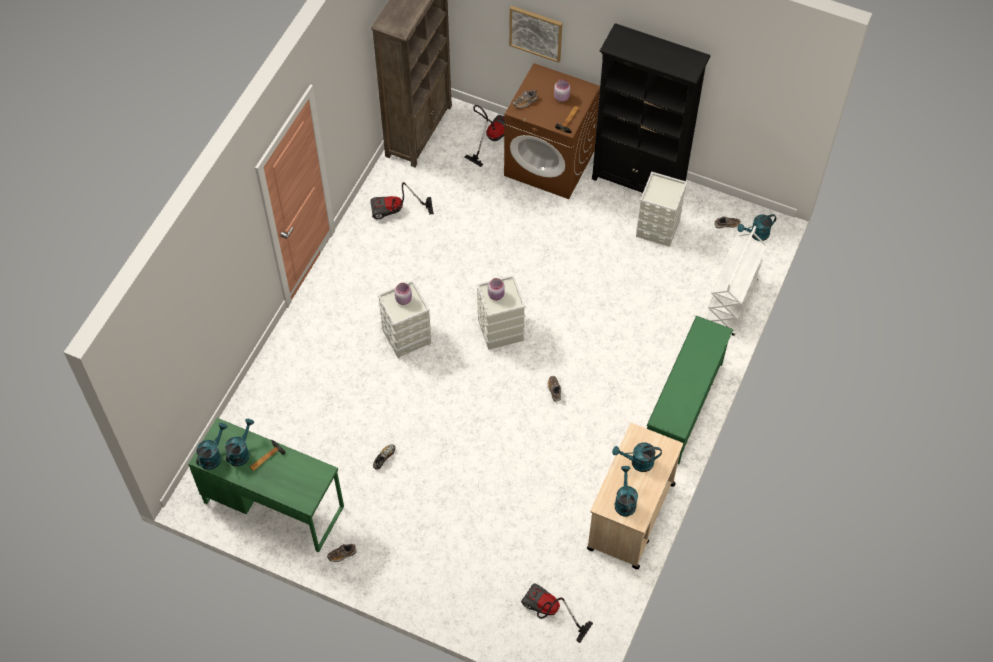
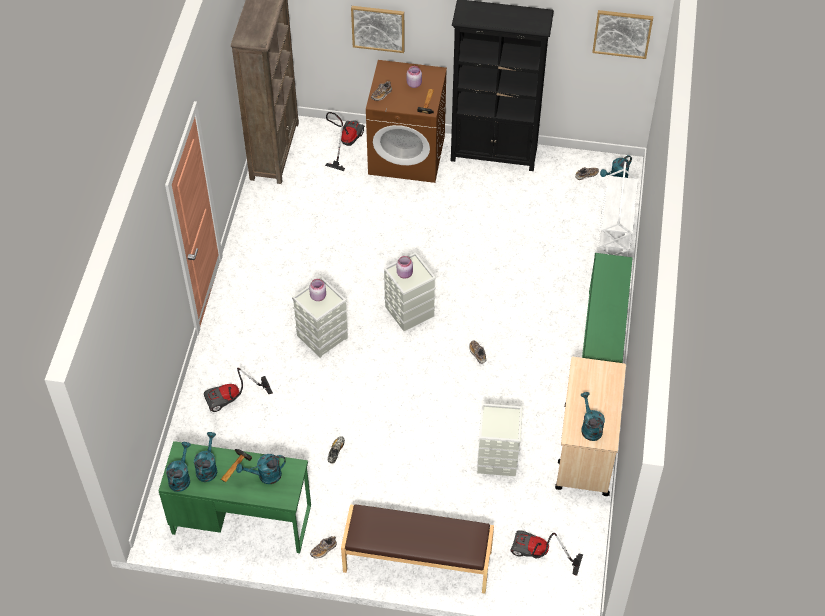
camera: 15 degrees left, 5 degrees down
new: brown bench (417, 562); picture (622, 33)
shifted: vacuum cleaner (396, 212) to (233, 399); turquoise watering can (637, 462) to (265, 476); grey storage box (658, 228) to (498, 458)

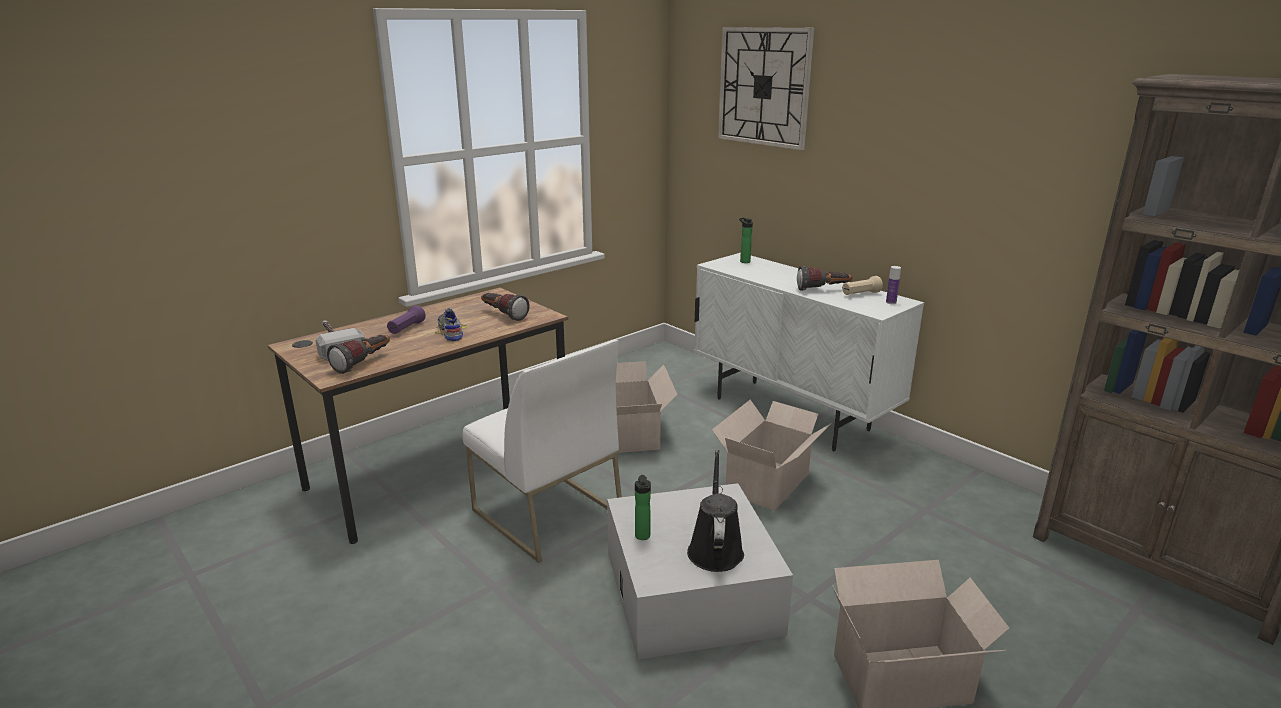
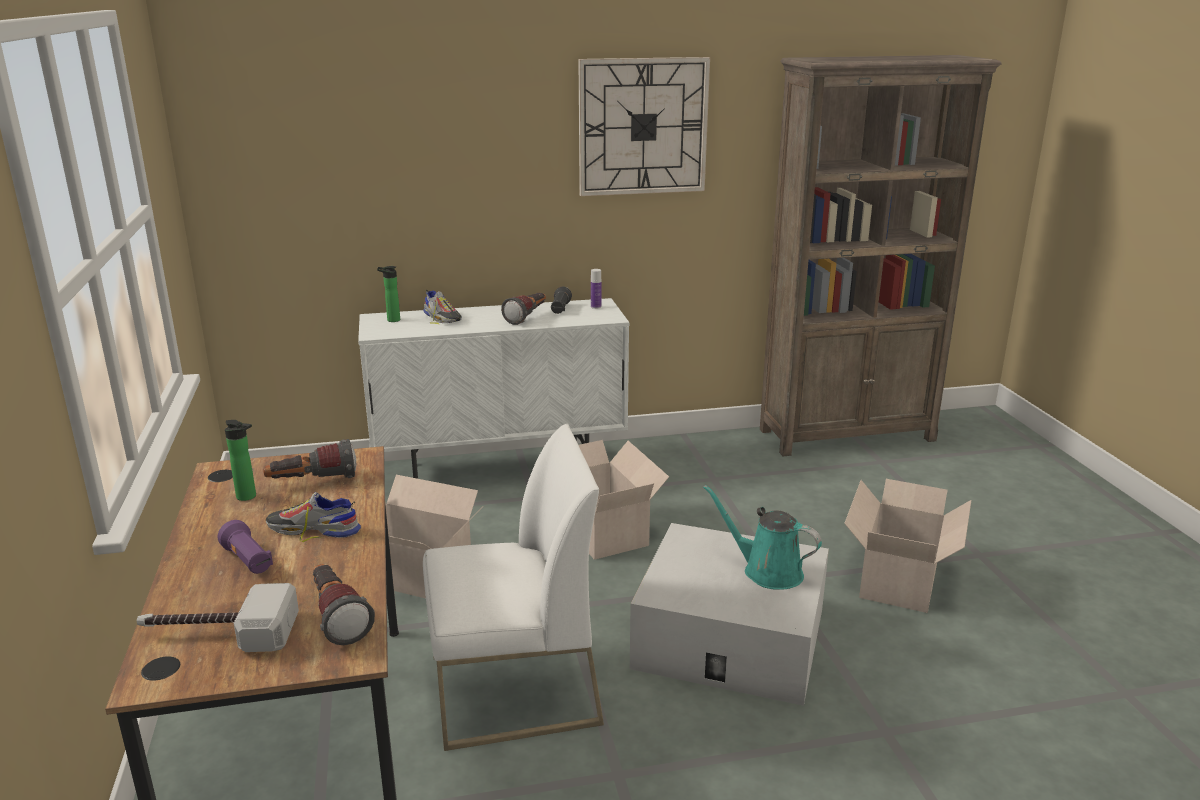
camera: 60 degrees left, 0 degrees up
new: shoe (442, 317)
shifted: bottle (642, 537) to (248, 497); wall clock (764, 87) to (643, 127)
repainted: black watering can (715, 549) to turquoise watering can (767, 571); beige flashlight (860, 294) to black flashlight (560, 309)

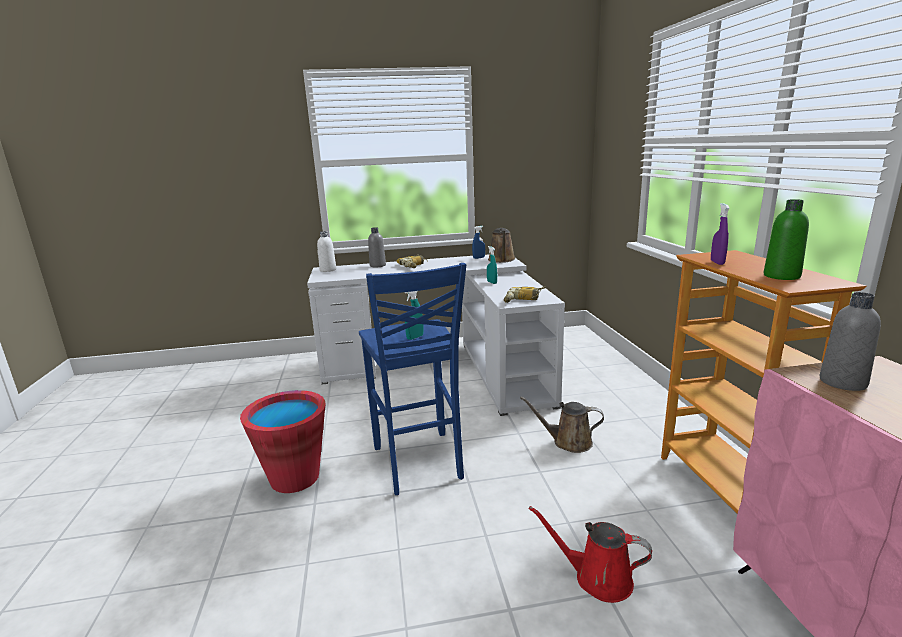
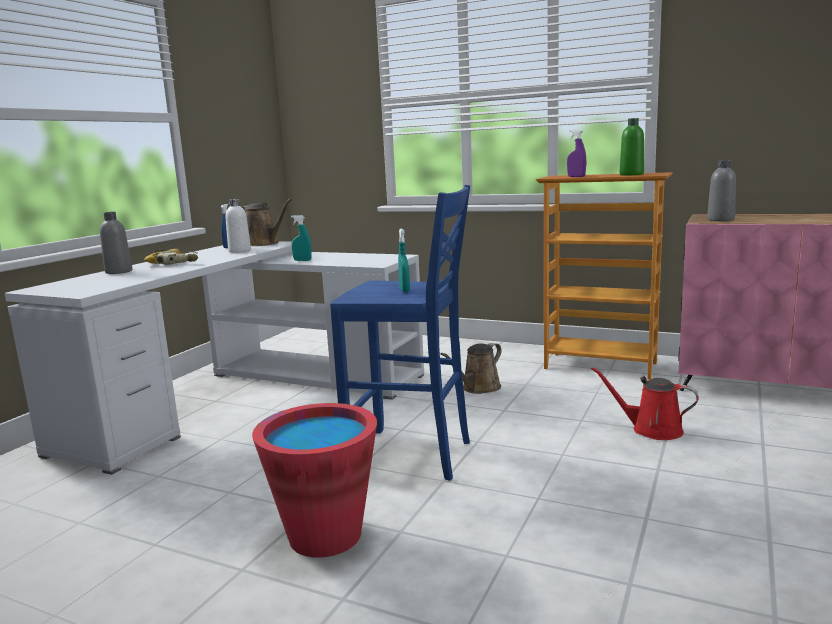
camera: 55 degrees left, 5 degrees down
gone: power drill (523, 299)
shifted: white bottle (328, 270) to (239, 251)
rotated: red watering can (597, 578) = (651, 430) 60 degrees clockwise

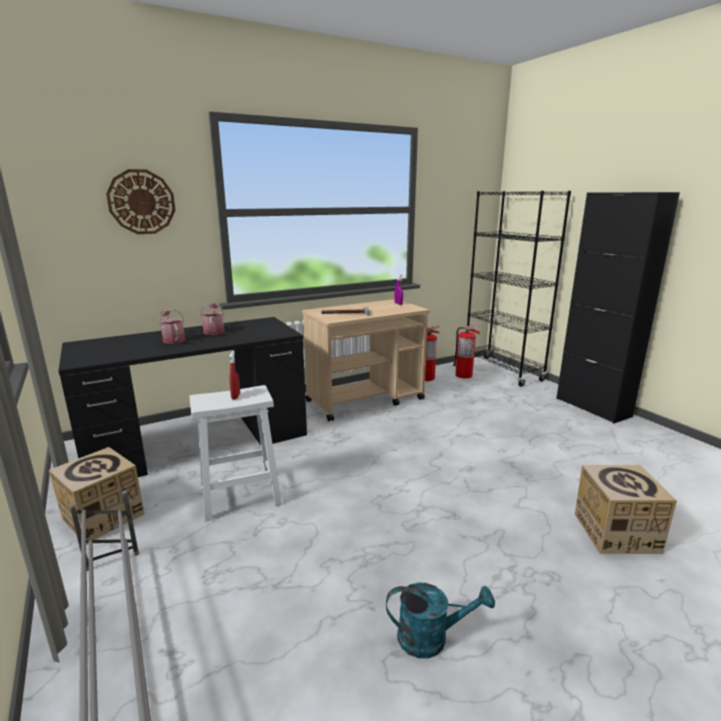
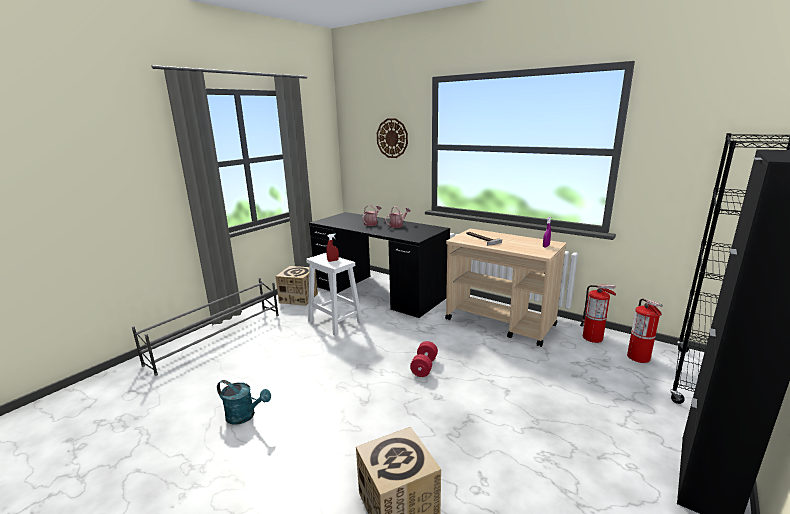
camera: 65 degrees right, 0 degrees up
new: red dumbbell (424, 367)
rotated: turquoise watering can (431, 637) = (245, 416) 45 degrees counterclockwise

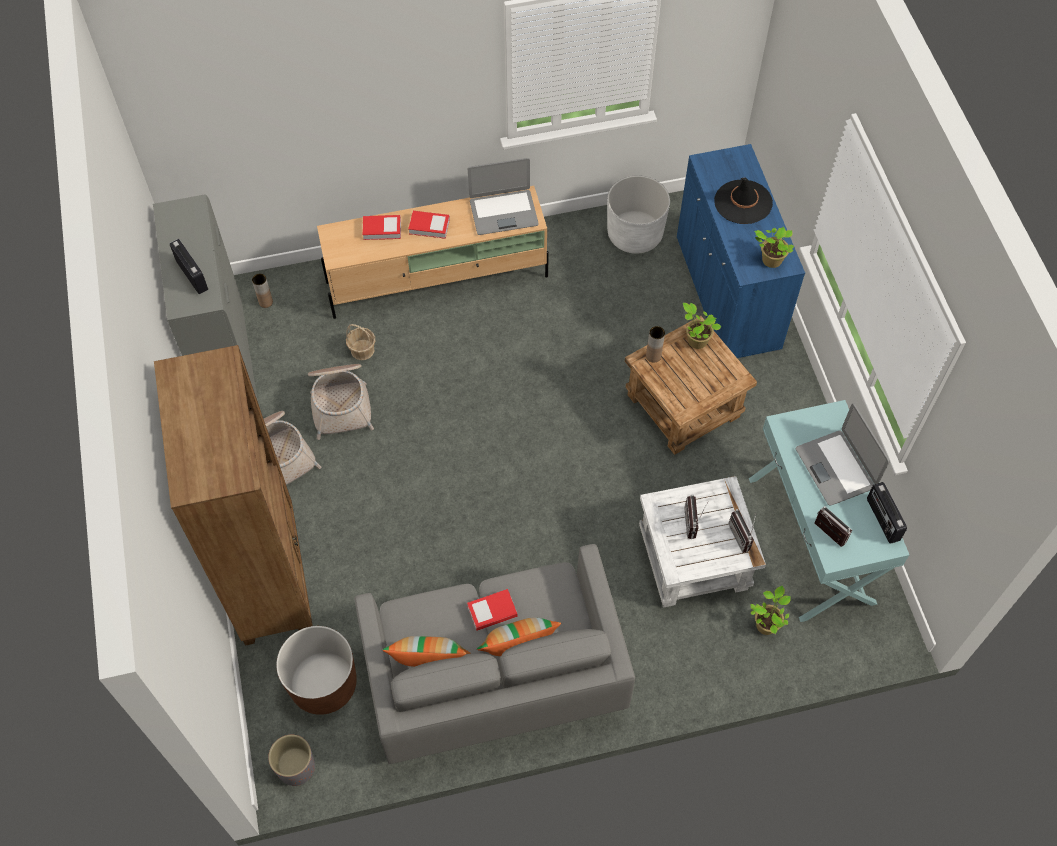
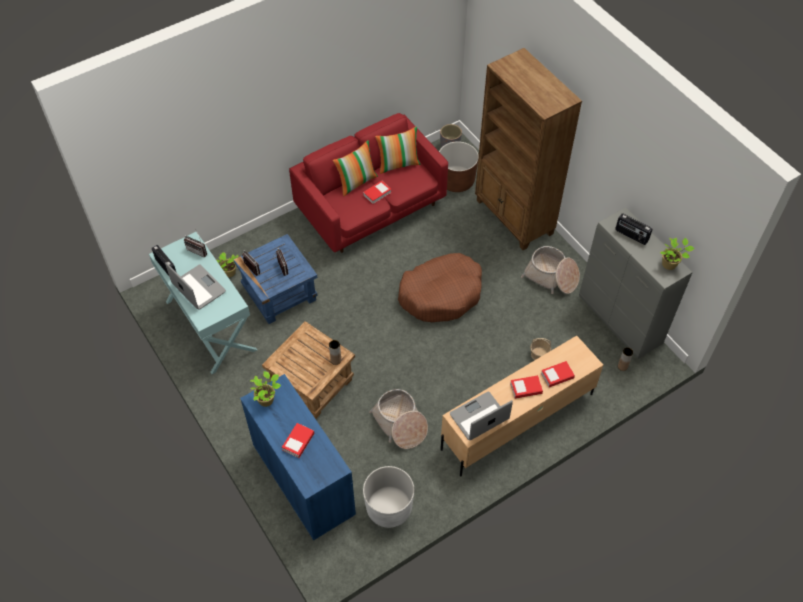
camera: 160 degrees right, 5 degrees down
new: brown dog bed (441, 294)
shifted: basket (341, 402) to (400, 424); potted plant (696, 340) to (670, 264)
swapped: black hat (743, 202) to book (298, 442)
repainted: grey sofa (493, 675) to red sofa (371, 208); white side table (695, 560) to blue side table (279, 293)

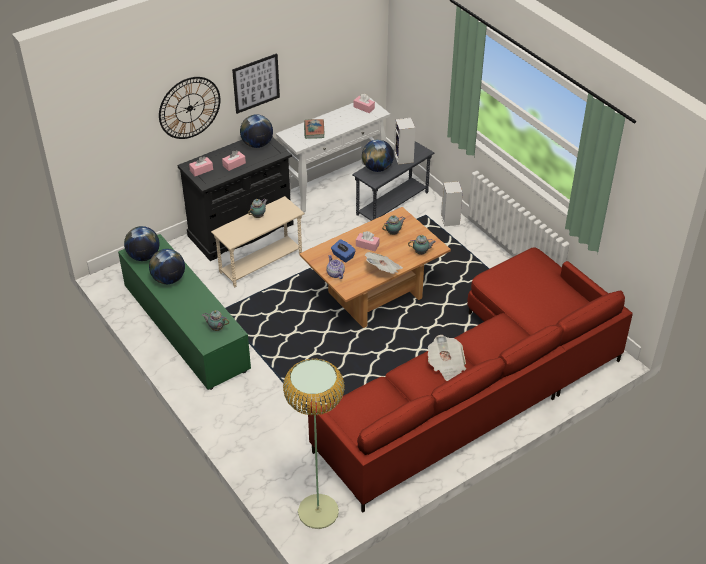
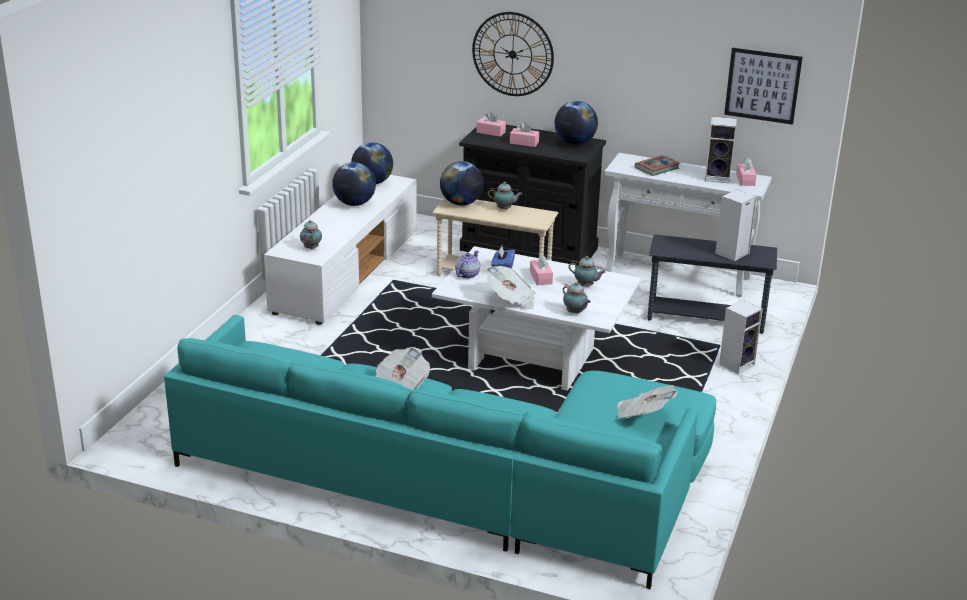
camera: 55 degrees right, 15 degrees down
gone: floor lamp (318, 512)
new: newspaper (643, 415); speaker (718, 177)
shifted: picture (256, 83) to (762, 85); globe (377, 168) to (461, 203)
repainted: green tv stand (184, 327) to white tv stand (346, 271); brown coffee table (374, 293) to white coffee table (534, 357); red sofa (477, 388) to turquoise sofa (458, 482)

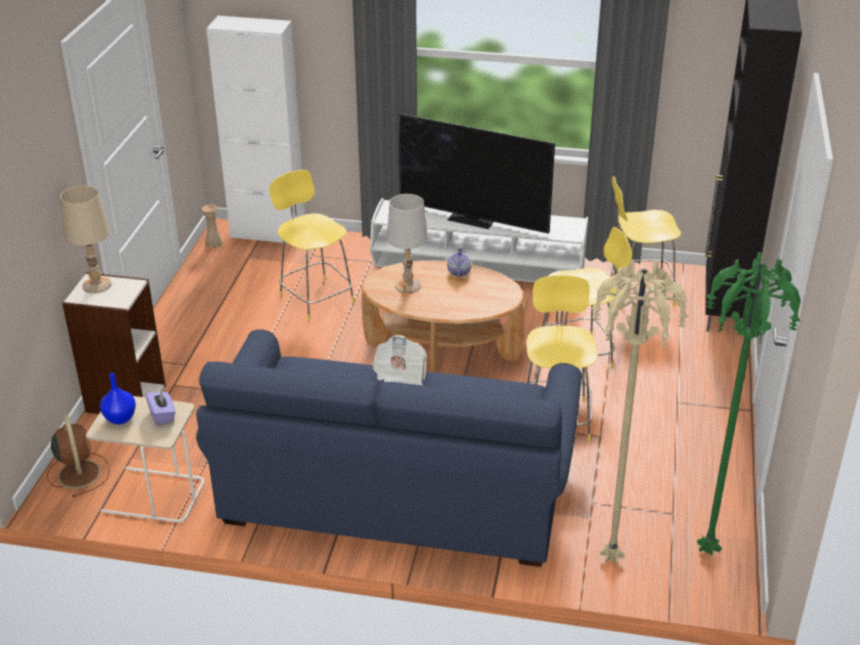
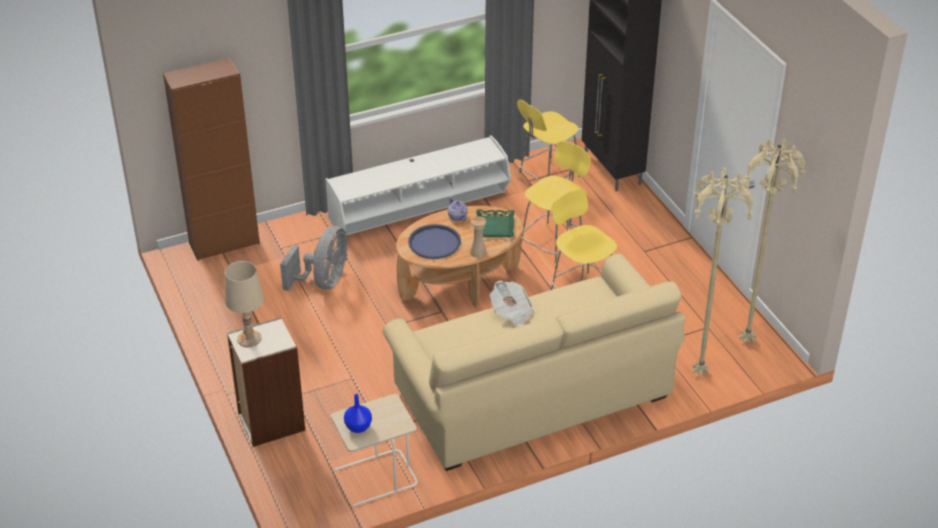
camera: 35 degrees left, 5 degrees up
gone: brown fan (79, 473); purple tissue box (162, 415); television (473, 219)
new: green tray (494, 227)
shifted: beige vase (213, 243) to (478, 252)
swapped: yellow stool (315, 298) to grey fan (323, 281); white table lamp (408, 286) to blue tray (434, 242)
repainted: blue sofa (395, 491) to beige sofa (531, 394); white cabinet (268, 233) to brown cabinet (224, 243); green floor lamp (710, 552) to beige floor lamp (748, 340)

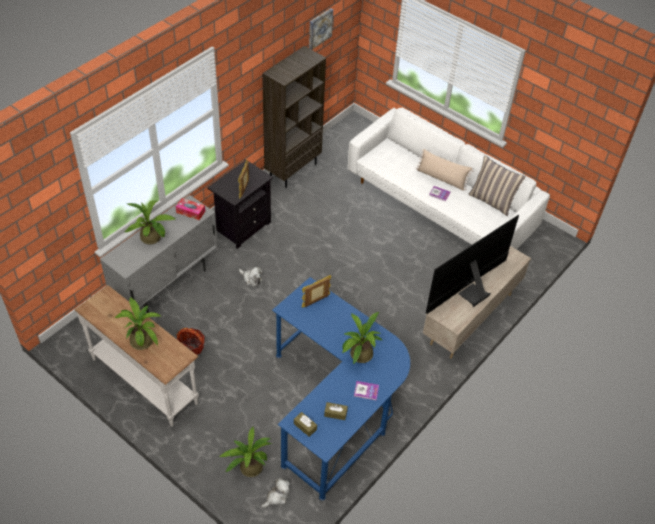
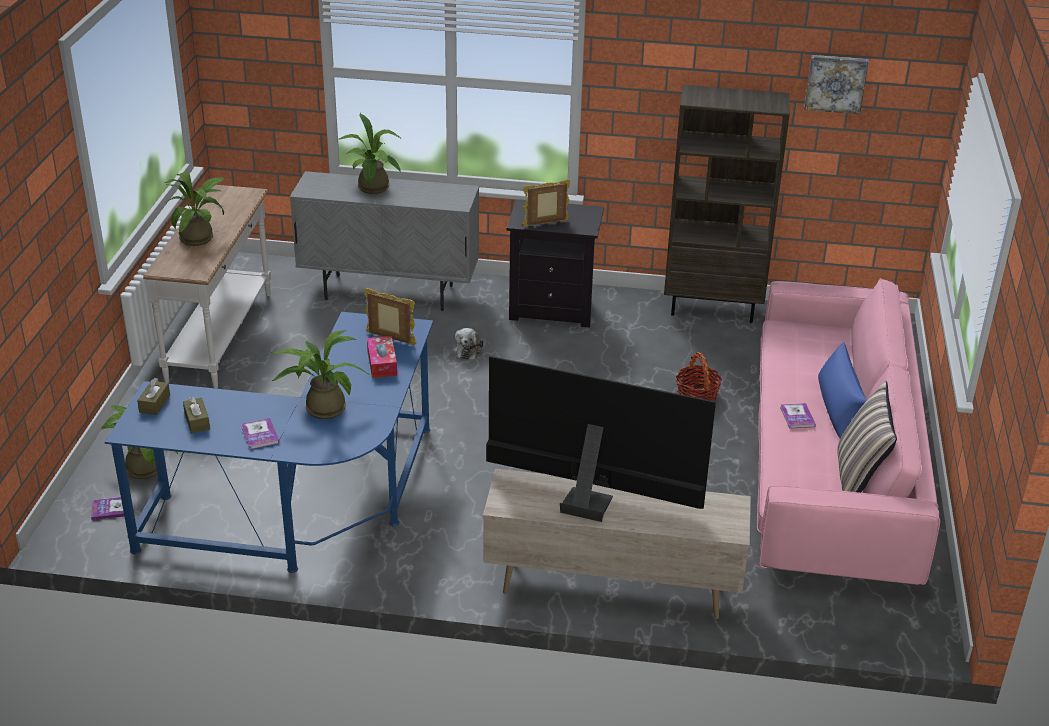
camera: 60 degrees right, 15 degrees down
shifted: tissue box (190, 212) to (382, 363); basket (191, 347) to (697, 395)
swapped: plush toy (277, 497) to book (110, 509)
repainted: white sofa (440, 204) to pink sofa (829, 468); beige pillow (441, 178) to blue pillow (837, 408)

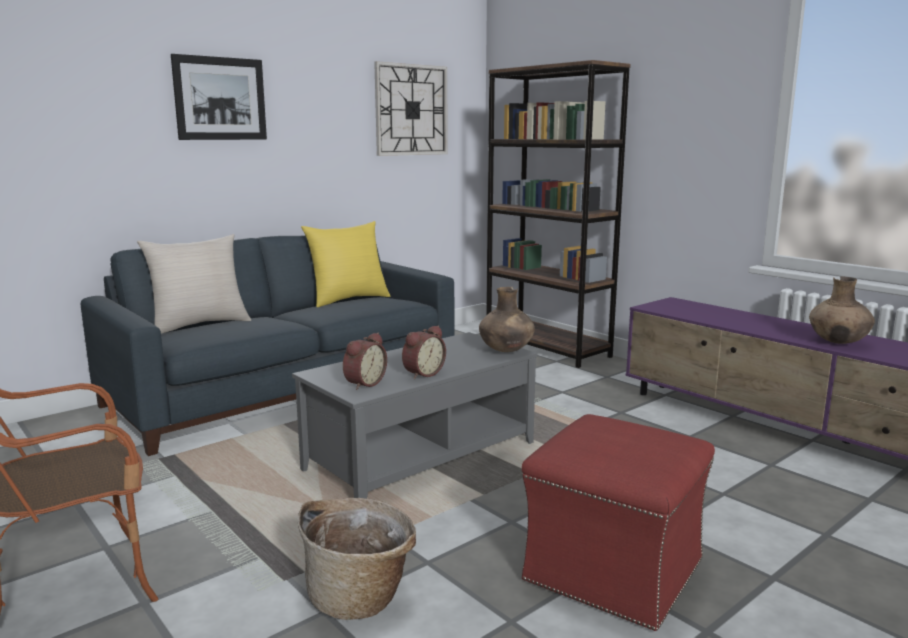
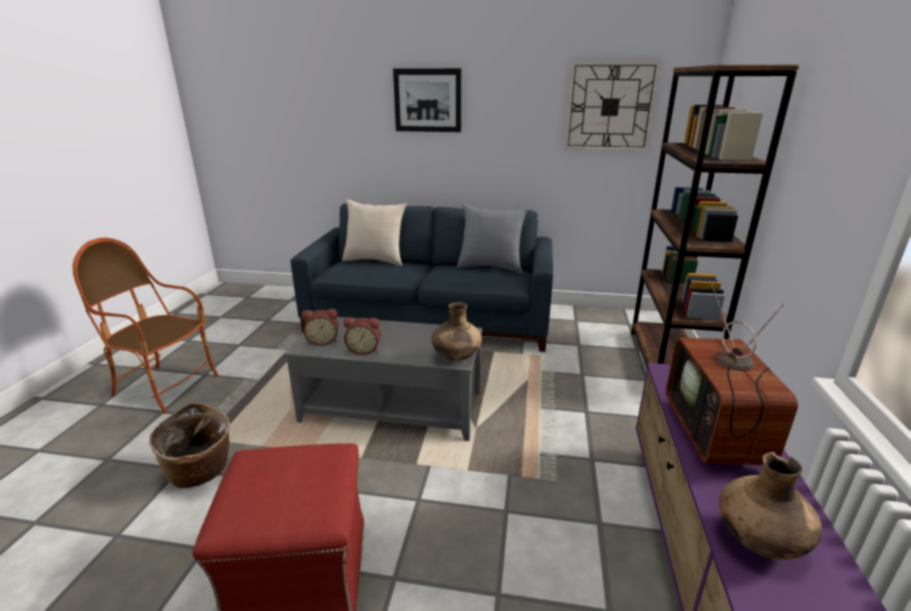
camera: 50 degrees right, 10 degrees up
new: television (720, 436)
repainted: yellow pillow (348, 299) to grey pillow (490, 267)

